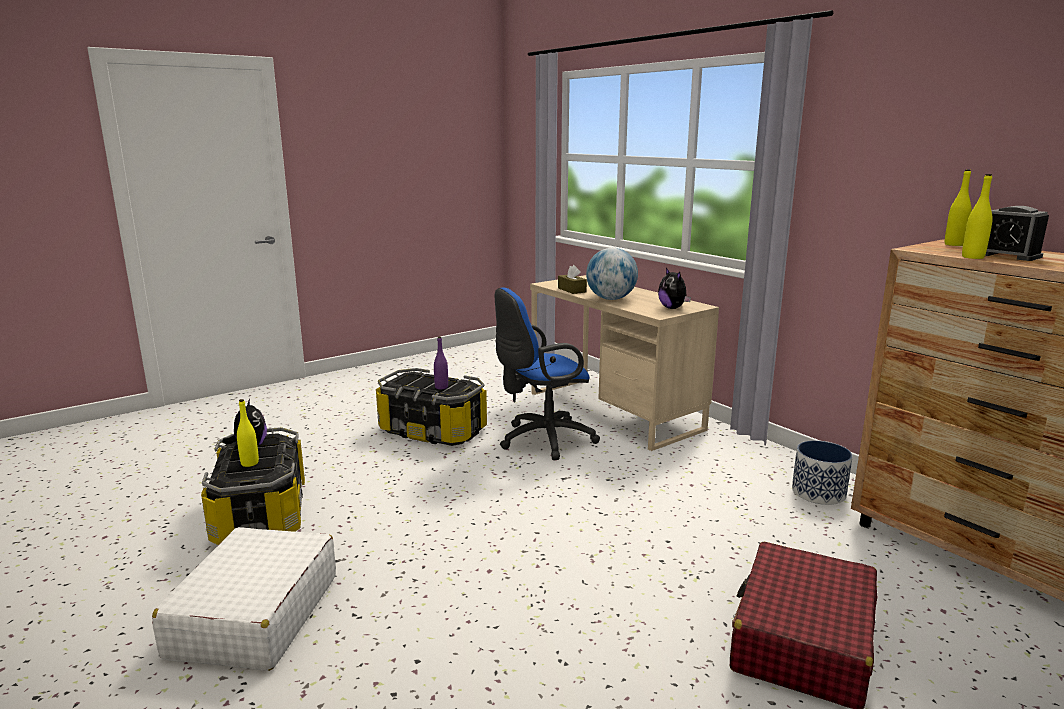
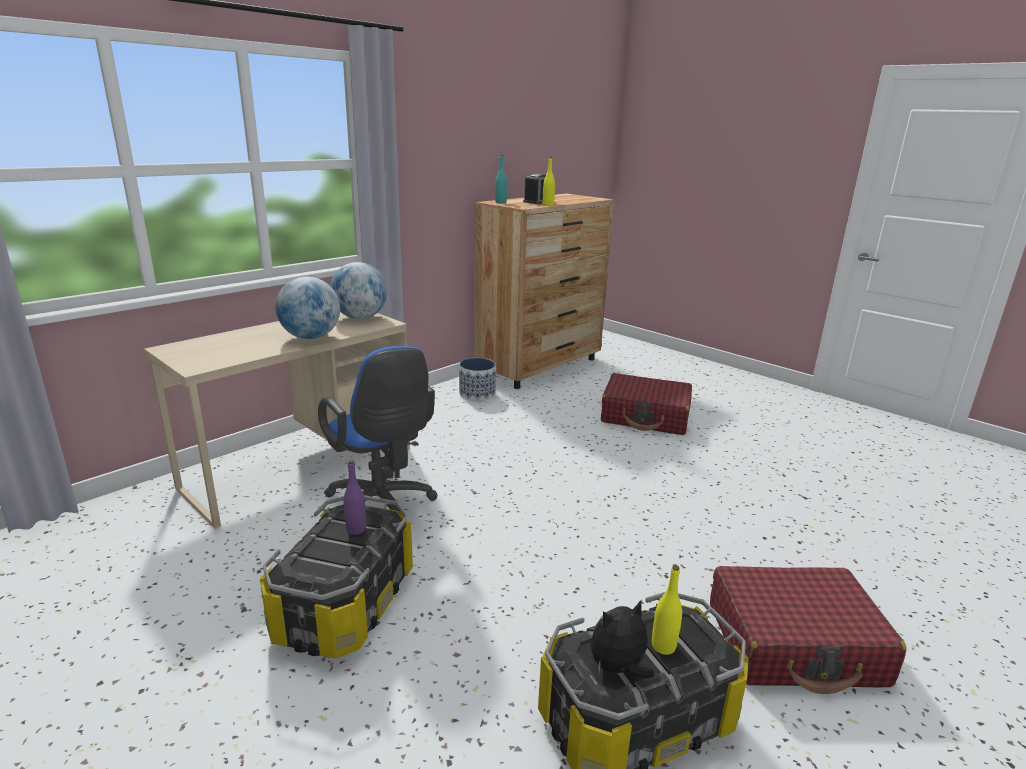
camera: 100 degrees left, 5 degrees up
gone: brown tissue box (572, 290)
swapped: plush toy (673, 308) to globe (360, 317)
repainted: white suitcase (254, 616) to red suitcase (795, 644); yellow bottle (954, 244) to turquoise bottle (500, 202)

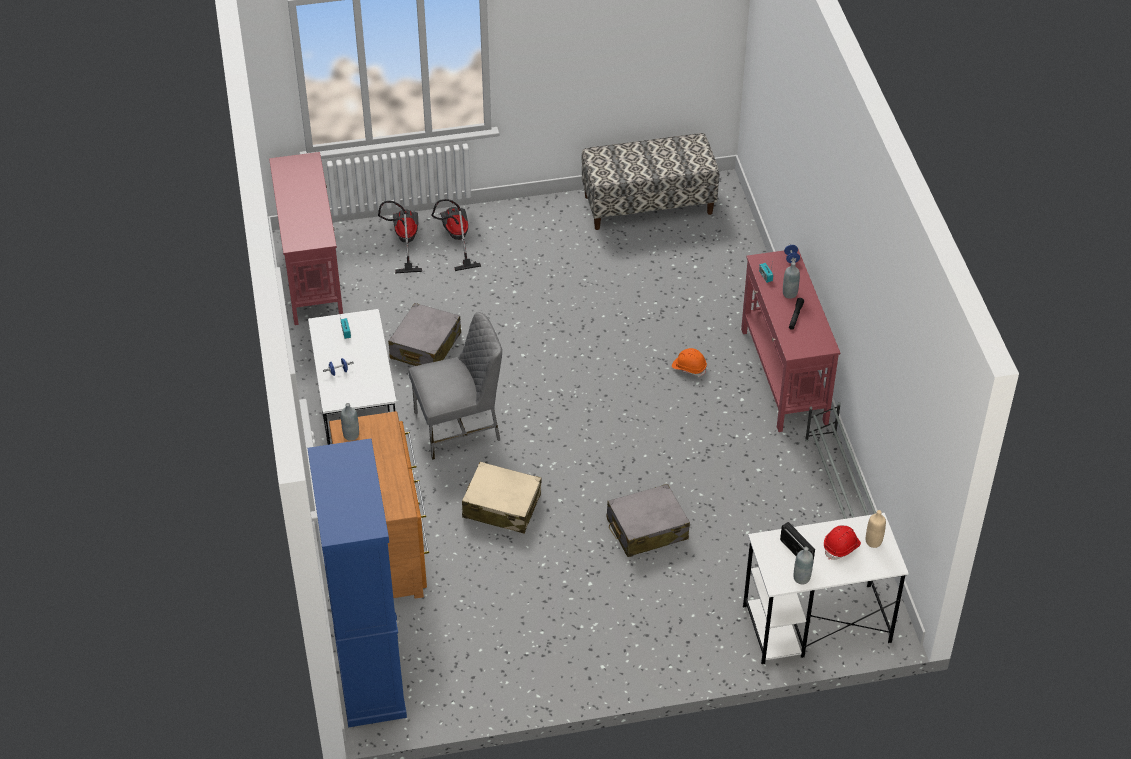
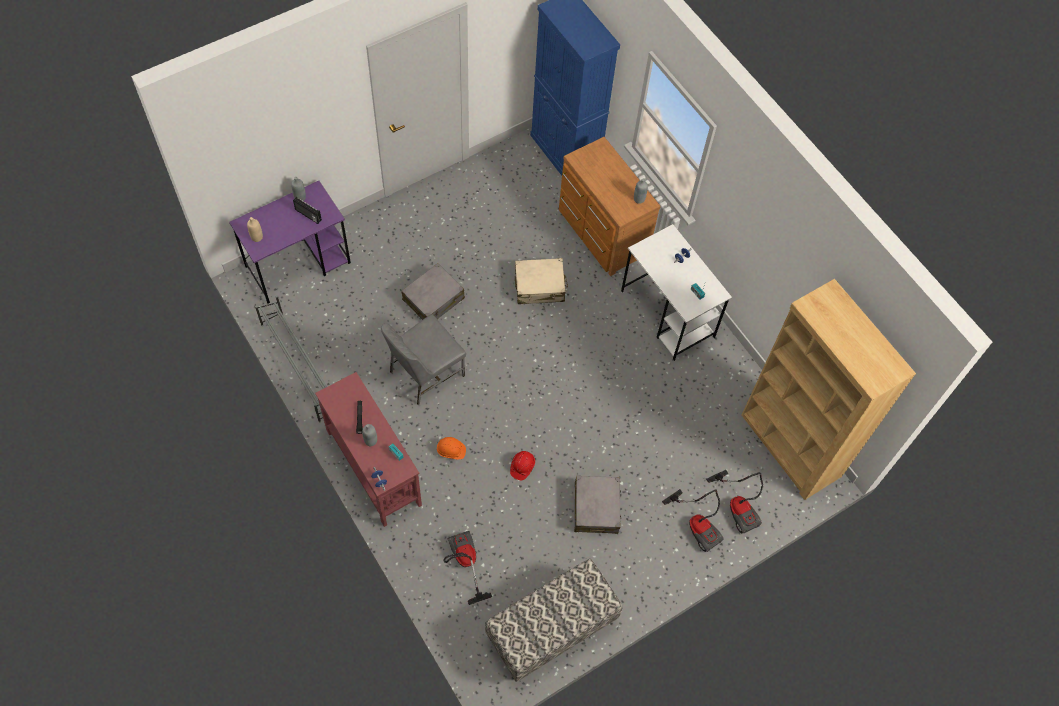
camera: 155 degrees right, 15 degrees up
new: vacuum cleaner (464, 563)
shifted: grey suitcase (425, 346) to (596, 508); grey chair (459, 427) to (425, 373); red hard hat (841, 547) to (522, 466)
swapped: red console table (311, 273) to brown bookcase (790, 446)
repainted: white desk (815, 624) to purple desk (299, 264)

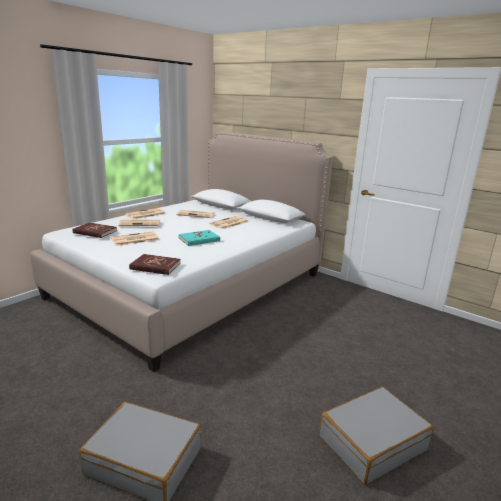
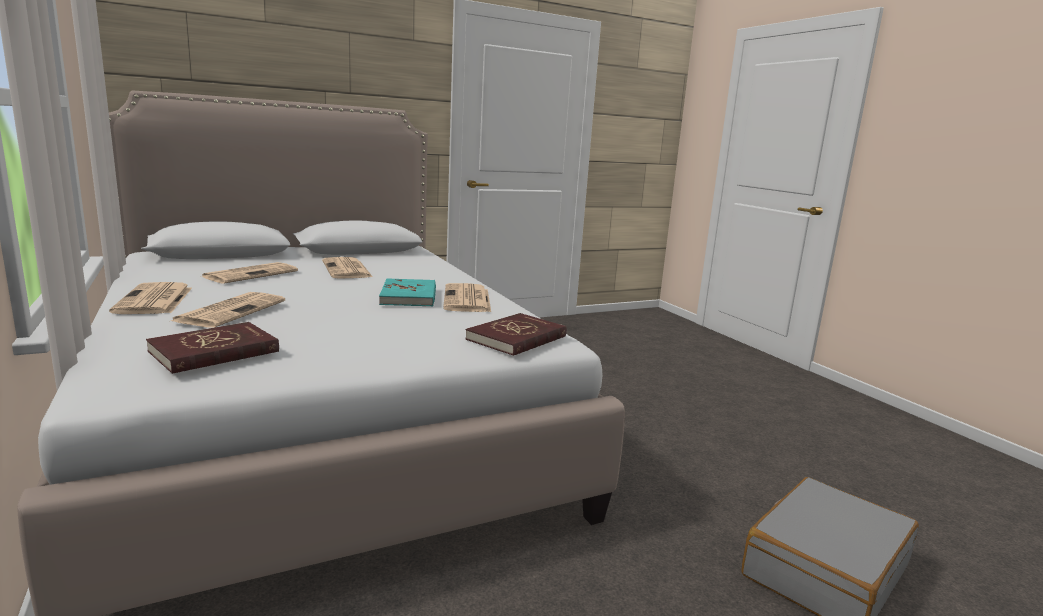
camera: 65 degrees left, 5 degrees down
gone: grey suitcase (371, 442)
shifted: newspaper (134, 239) to (467, 299)

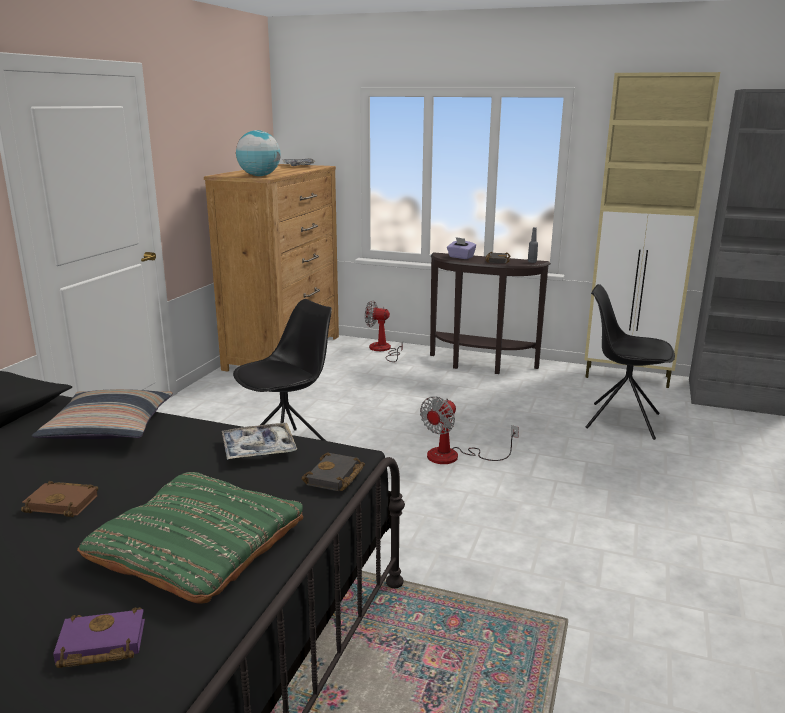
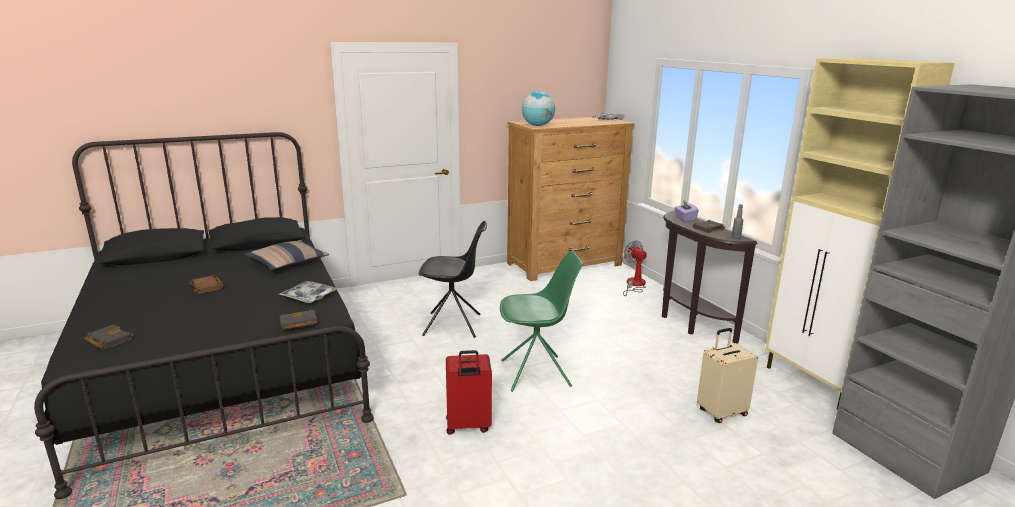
camera: 45 degrees right, 0 degrees up
gone: green pillow (197, 544)
new: red suitcase (468, 426)
swapped: fan (454, 456) to green chair (537, 373); black chair (621, 420) to beige suitcase (721, 412)
repainted: purple book (99, 646) to black book (107, 340)

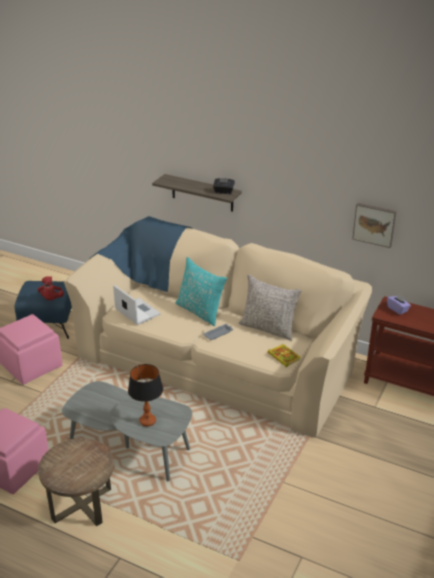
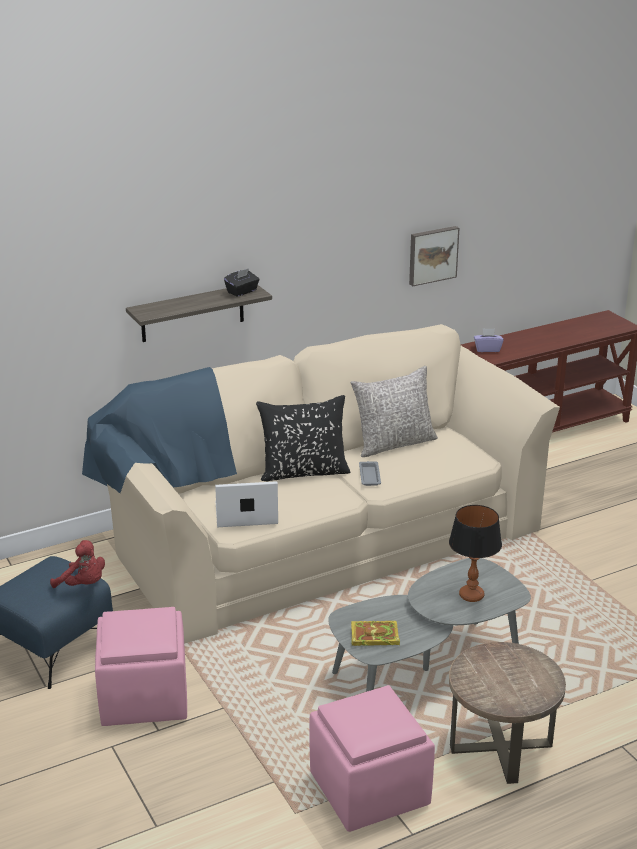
camera: 55 degrees left, 5 degrees down
shifted: book (283, 356) to (373, 636)
repainted: turquoise pillow (200, 311) to black pillow (304, 471)

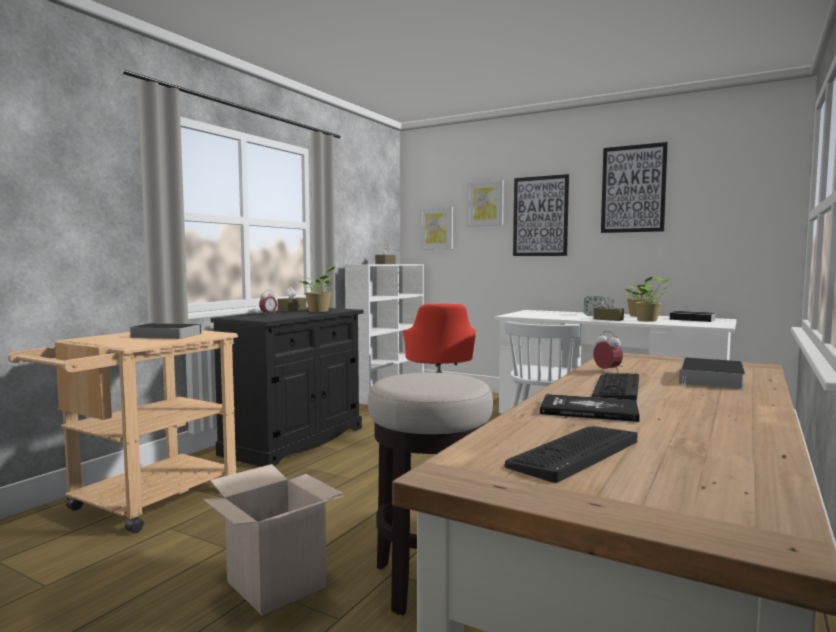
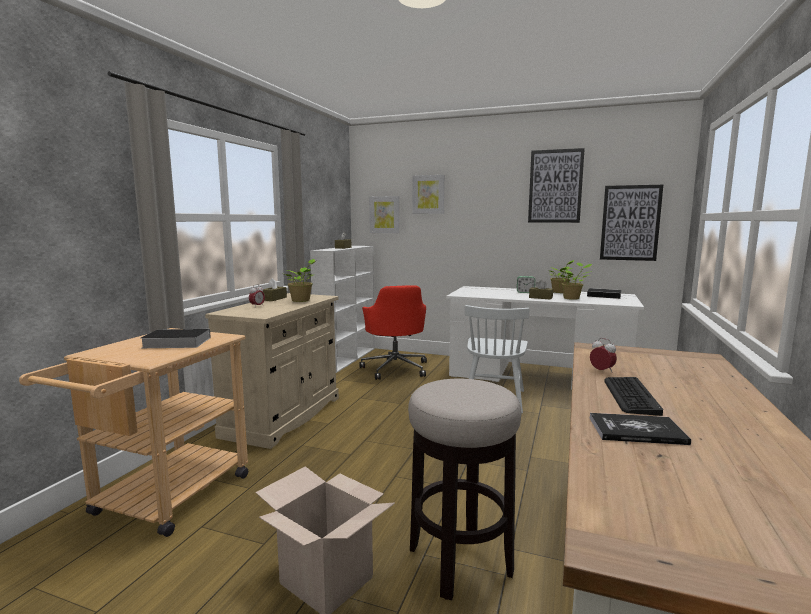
camera: 10 degrees left, 5 degrees up
gone: keyboard (573, 453); book (711, 379)
shifted: picture (540, 216) to (630, 223)
repainted: black cabinet (294, 441) to beige cabinet (283, 416)

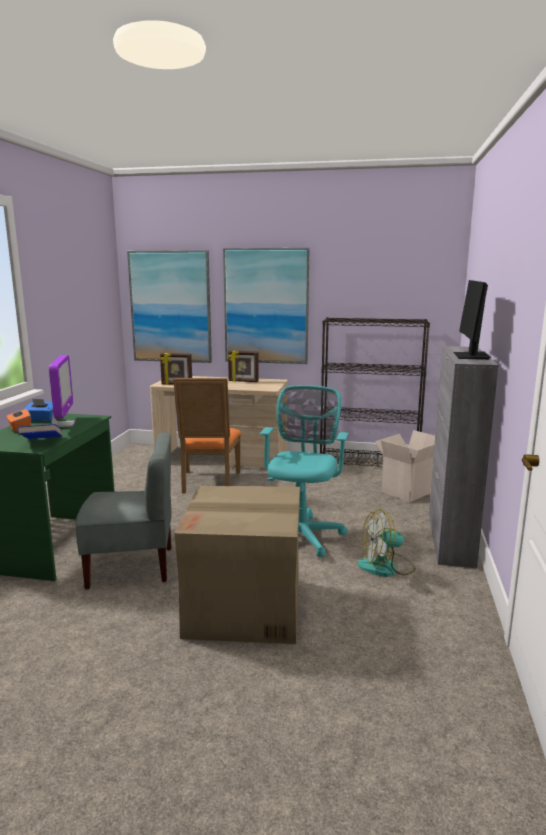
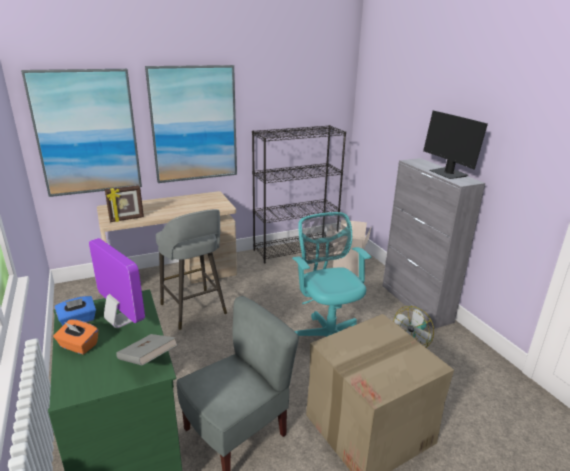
camera: 35 degrees left, 10 degrees up
gone: picture frame (243, 381)
swapped: orange chair (208, 484) to grey stool (194, 310)
repainted: blue book (42, 443) to grey book (148, 360)

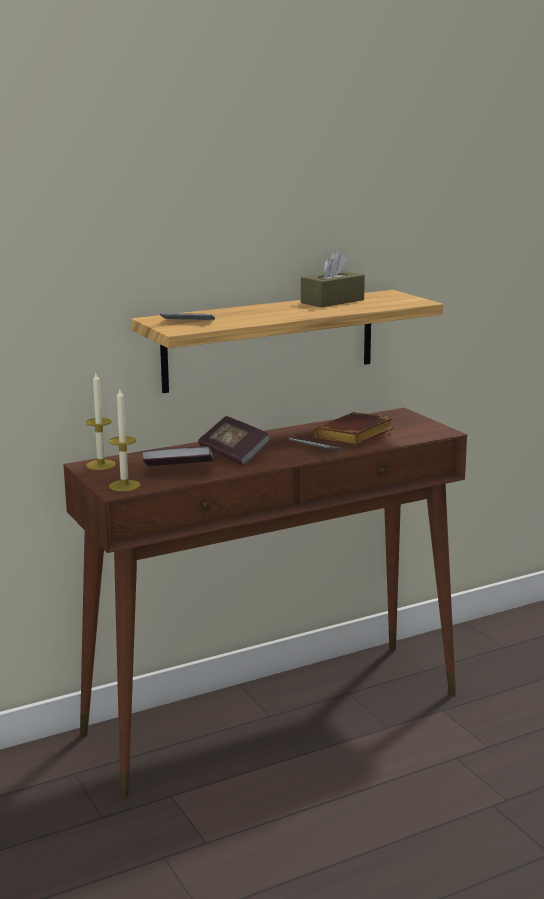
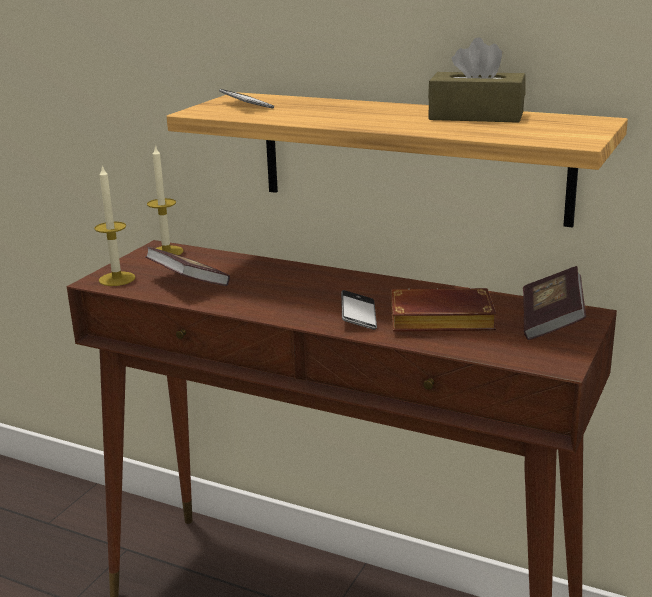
camera: 55 degrees right, 5 degrees up
shifted: book (234, 454) to (551, 321)

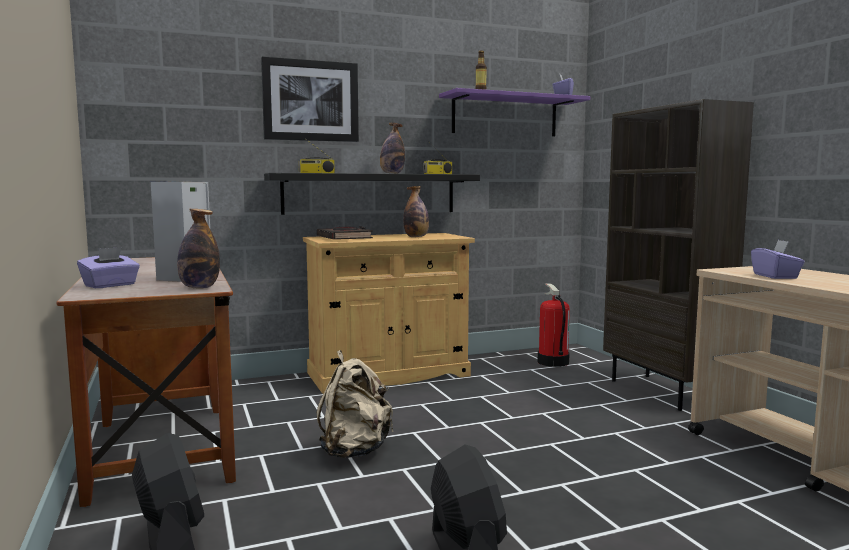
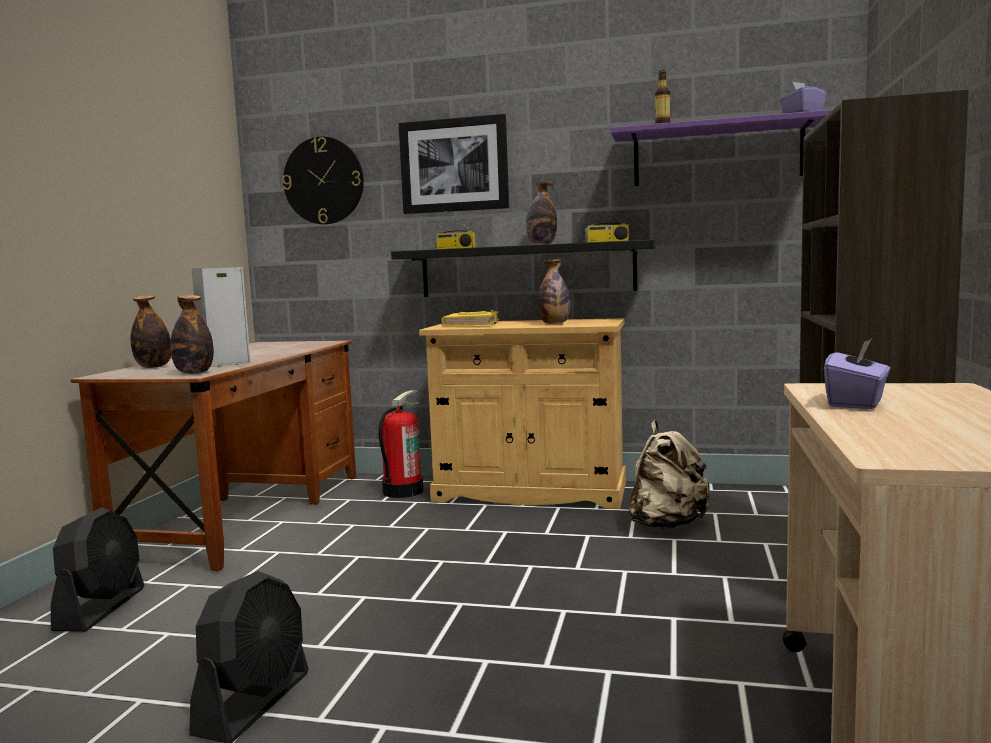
camera: 35 degrees right, 0 degrees up
new: wall clock (323, 181)
shifted: beige backpack (354, 451) to (667, 525); fire extinguisher (552, 362) to (402, 491)
swapped: purple tissue box (110, 285) to bottle (154, 367)
repainted: black book (344, 238) to yellow book (472, 324)

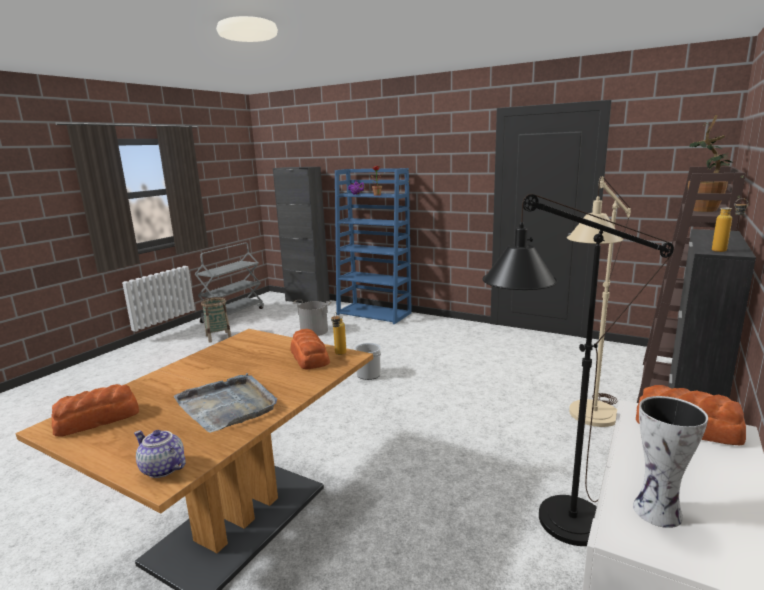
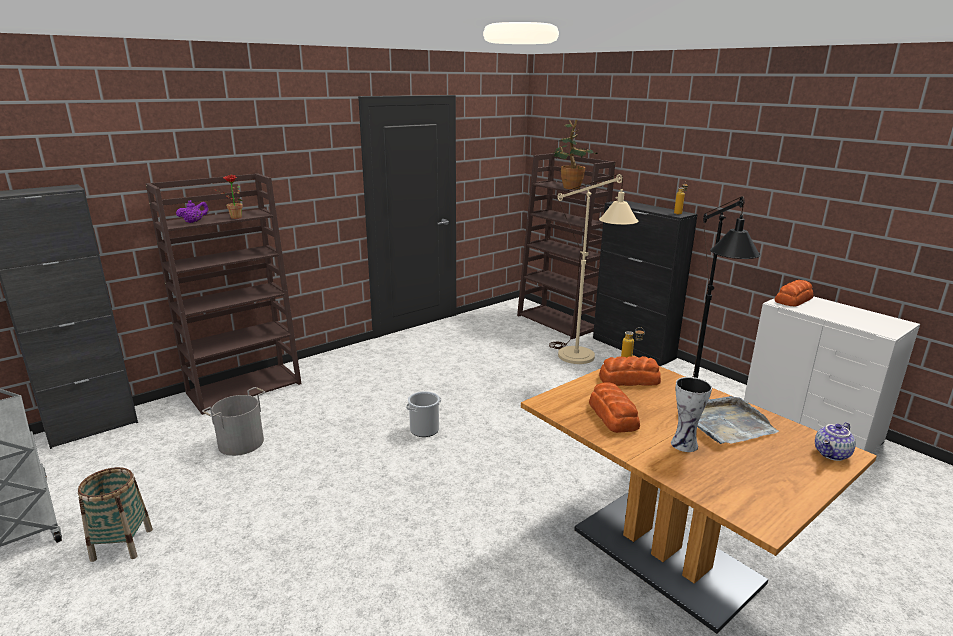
camera: 70 degrees left, 5 degrees up
shifted: bread (98, 419) to (613, 415); vase (658, 513) to (685, 444)
repainted: blue bookcase (374, 313) to brown bookcase (245, 388)

